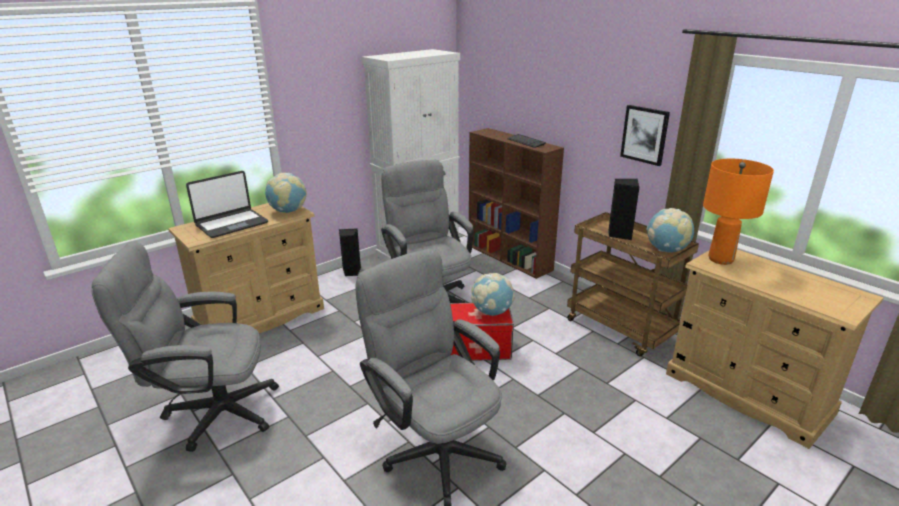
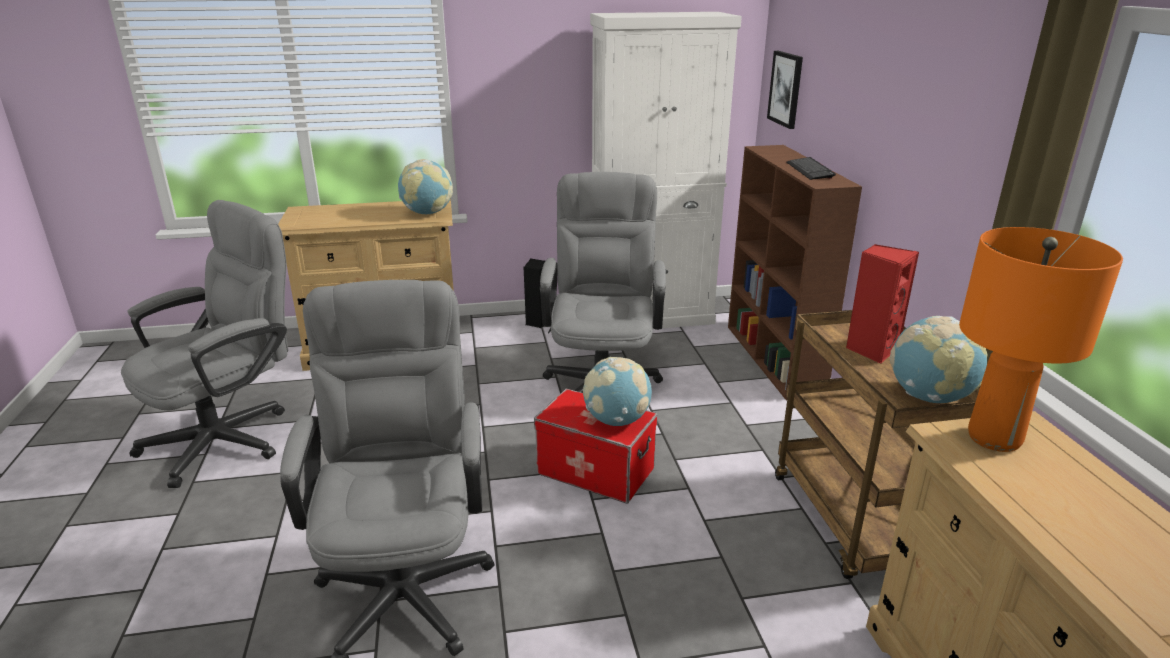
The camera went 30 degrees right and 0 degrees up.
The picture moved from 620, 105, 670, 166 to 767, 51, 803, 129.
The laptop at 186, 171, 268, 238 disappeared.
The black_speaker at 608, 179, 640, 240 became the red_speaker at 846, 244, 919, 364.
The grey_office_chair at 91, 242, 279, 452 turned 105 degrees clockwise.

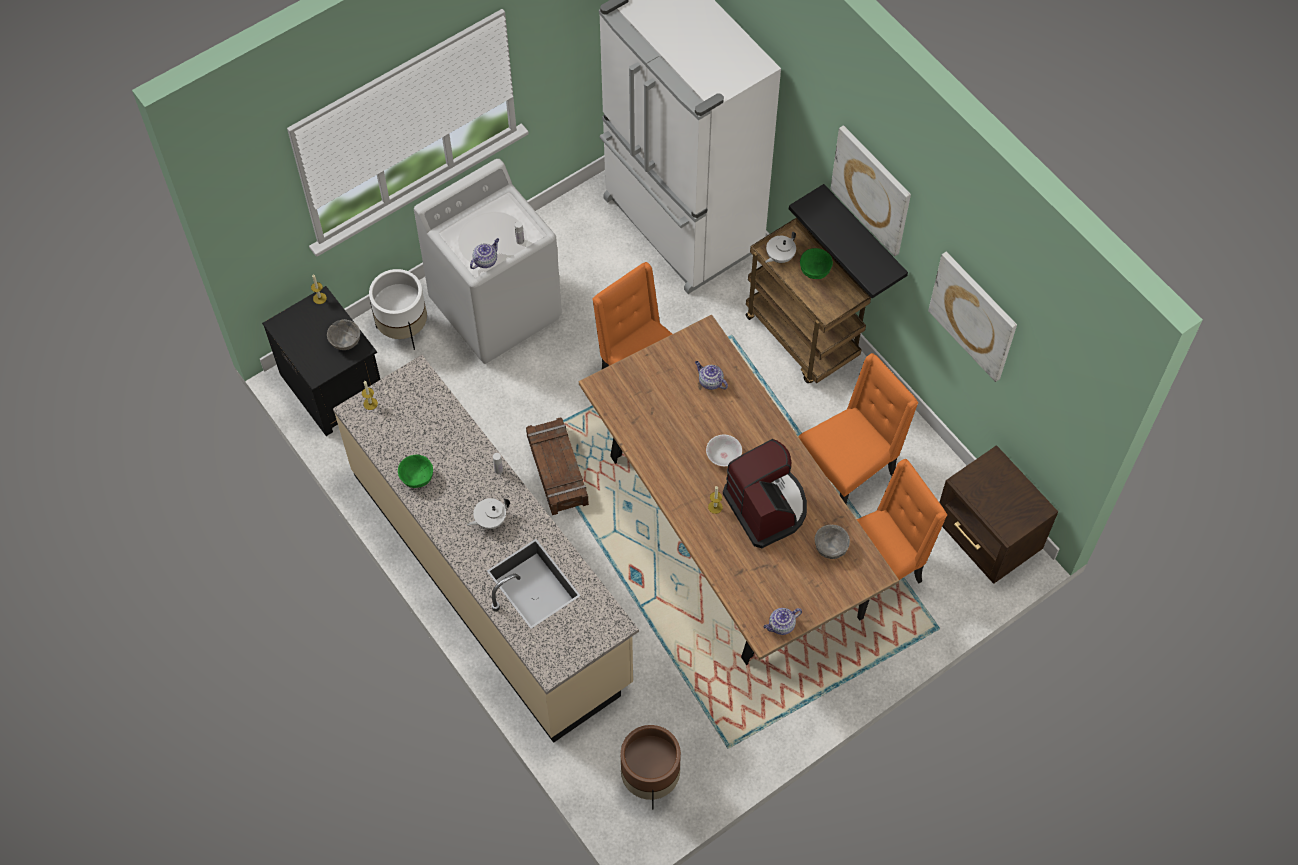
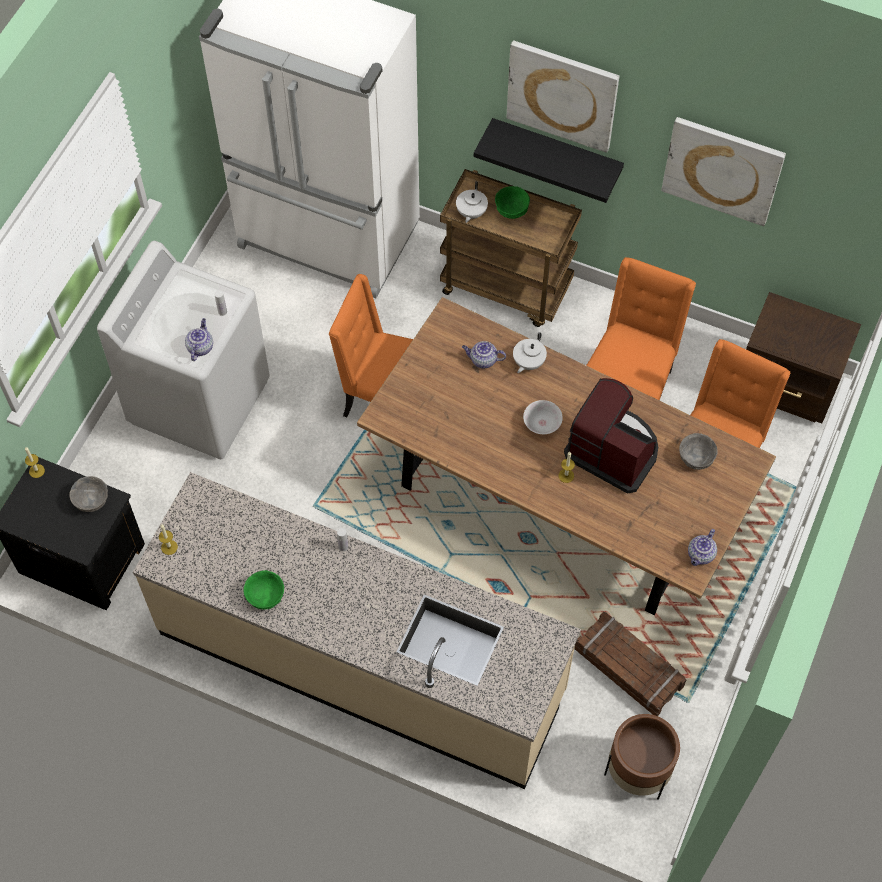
The camera went 30 degrees left and 0 degrees up.
The white_planter at 369, 269, 427, 350 disappeared.
The crate moved from 526, 417, 589, 515 to 574, 611, 687, 716.
The white_teapot moved from 467, 498, 510, 529 to 513, 332, 547, 373.

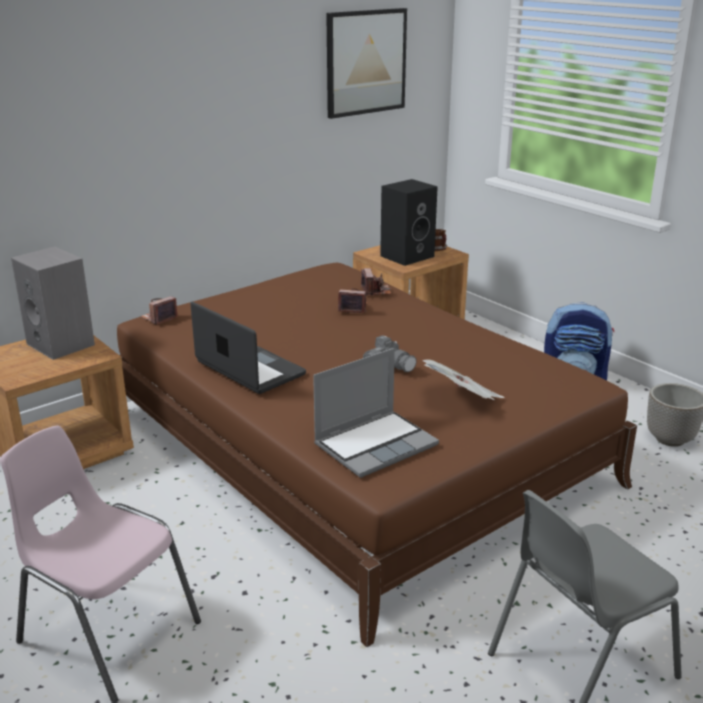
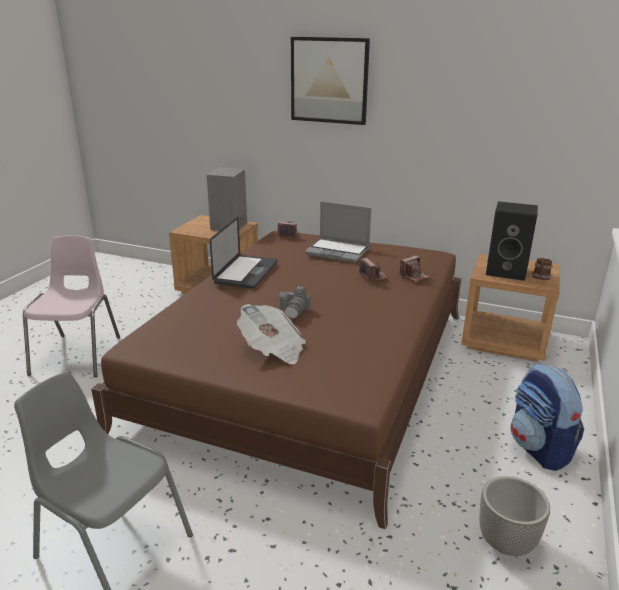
The camera went 60 degrees right and 0 degrees up.
The picture moved from 326, 8, 407, 119 to 291, 37, 370, 125.
The laptop moved from 313, 348, 439, 478 to 305, 201, 371, 263.

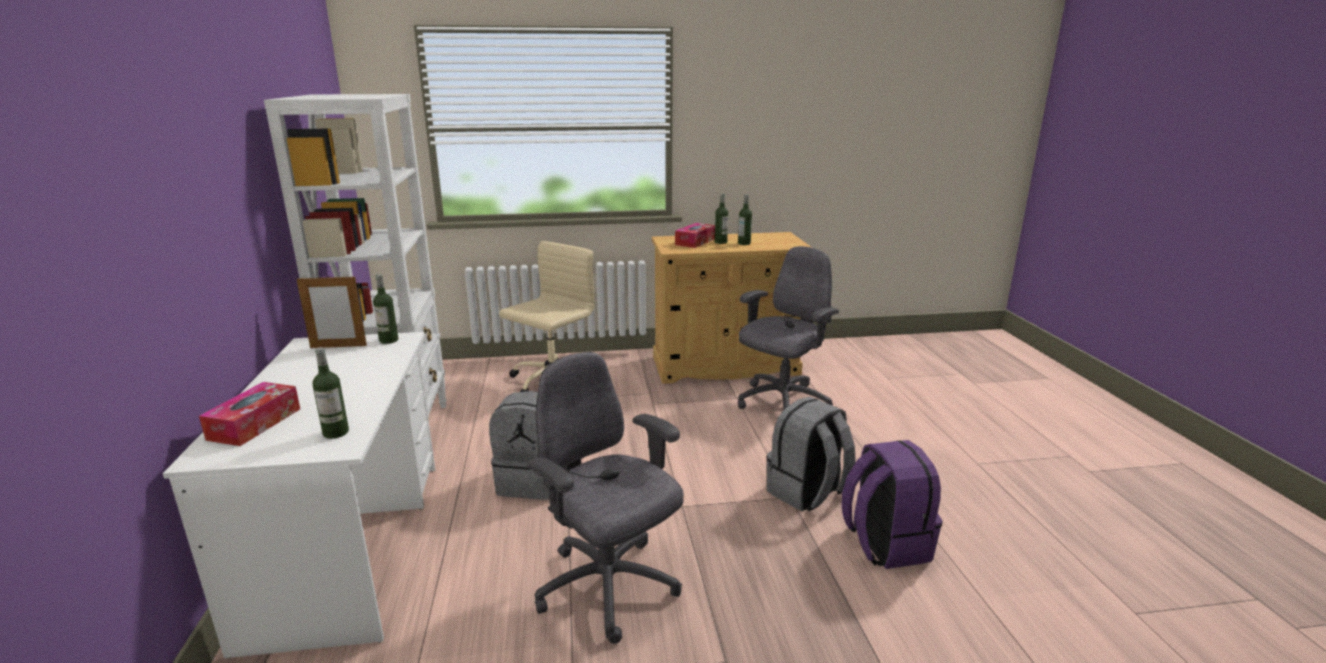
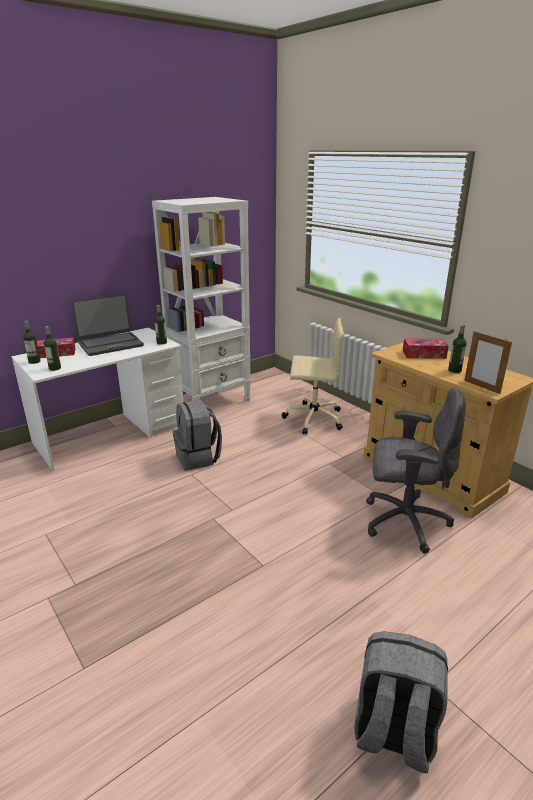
The camera went 60 degrees right and 5 degrees up.
The bottle moved from 715, 193, 728, 244 to 23, 320, 41, 364.
The picture_frame moved from 296, 274, 367, 348 to 464, 331, 512, 394.
The grey_office_chair at 527, 352, 684, 644 disappeared.
The grey_backpack moved from 766, 397, 856, 512 to 354, 631, 448, 773.
The purple_backpack at 842, 440, 943, 569 disappeared.
The laptop at 71, 293, 144, 356 appeared.

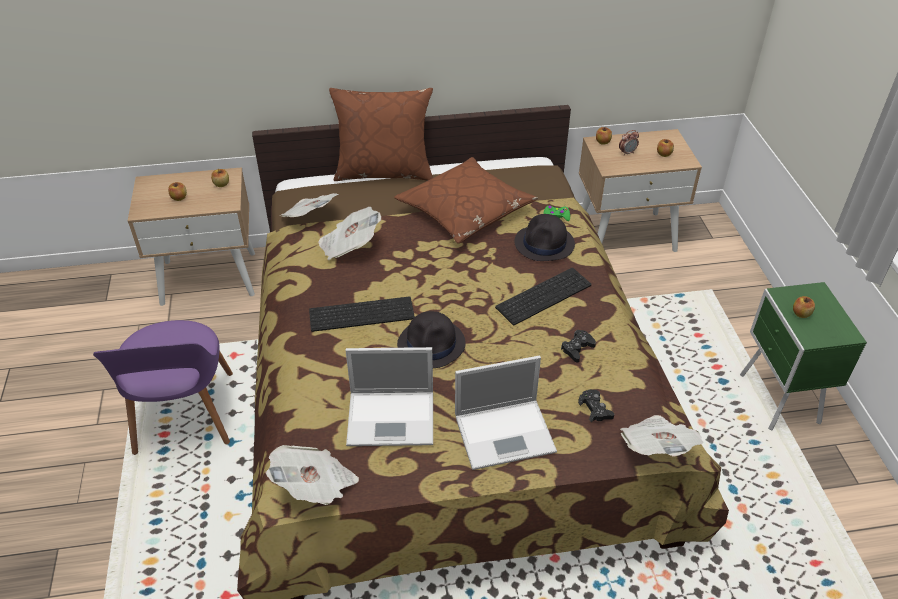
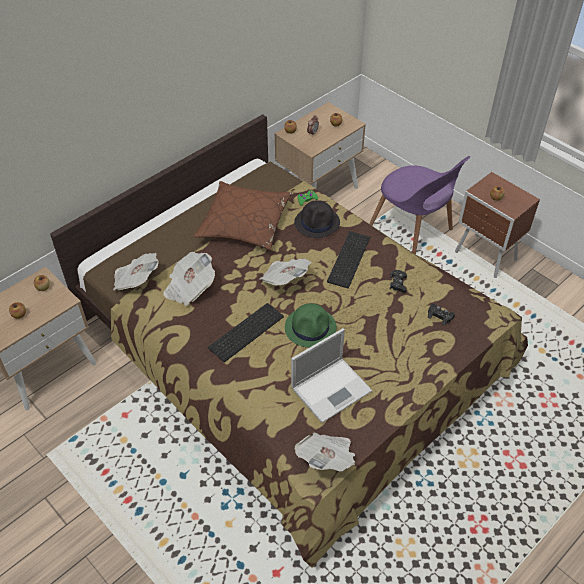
The camera went 35 degrees left and 5 degrees up.
The brown_pillow at 329, 88, 433, 181 disappeared.
The green_nightstand at 740, 282, 867, 430 became the brown_nightstand at 455, 172, 540, 278.
The black_hat at 397, 311, 466, 368 became the green_hat at 285, 303, 337, 348.
The purple_chair moved from 93, 320, 233, 455 to 369, 156, 470, 254.
The laptop at 455, 356, 557, 470 disappeared.
The newspaper moved from 620, 415, 703, 457 to 260, 258, 312, 285.

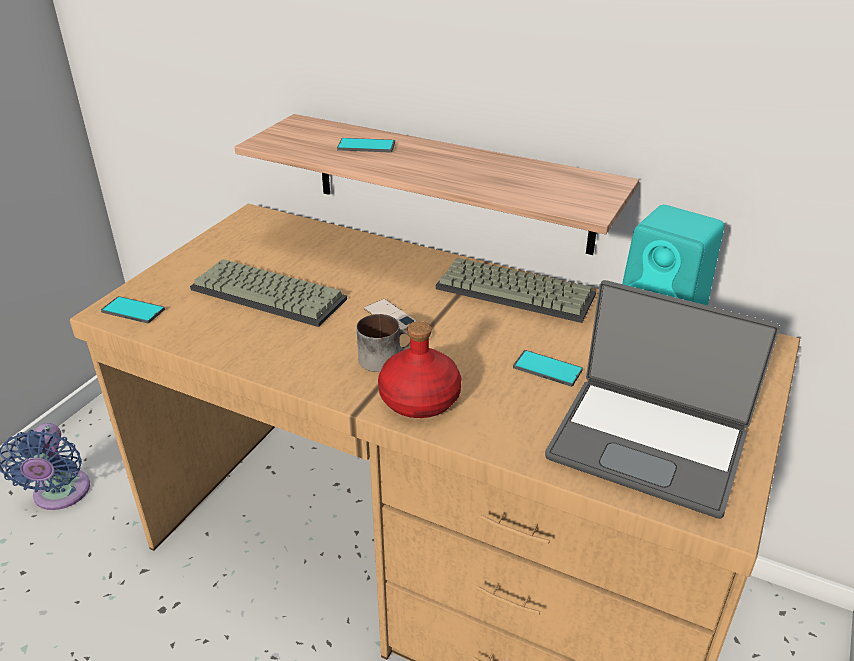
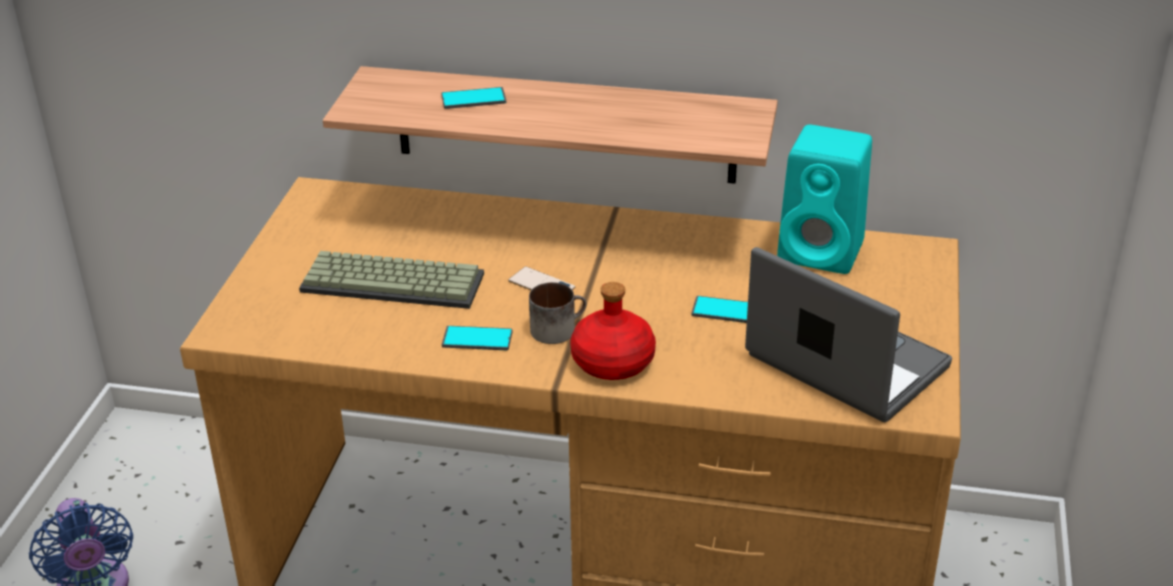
The camera went 15 degrees left and 0 degrees up.
The keyboard at 435, 258, 596, 323 disappeared.
The laptop at 545, 280, 780, 519 turned 150 degrees counterclockwise.
The phone moved from 101, 296, 165, 324 to 442, 326, 512, 350.

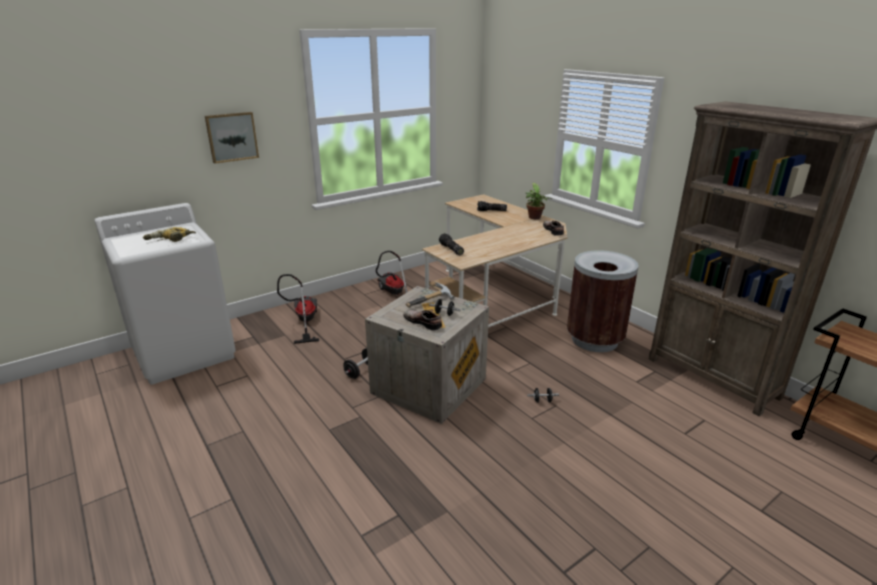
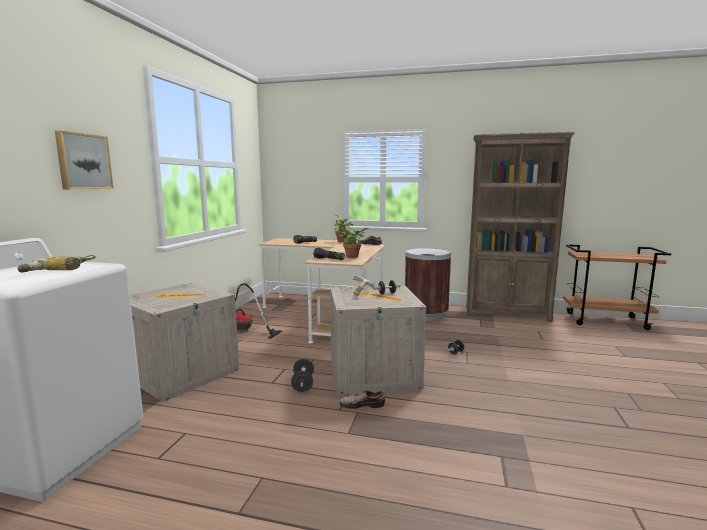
The camera went 40 degrees left and 15 degrees down.
The vacuum_cleaner at 277, 274, 319, 344 was replaced by the crate at 130, 283, 239, 402.
The shoe moved from 404, 310, 442, 331 to 339, 390, 385, 409.
The potted_plant at 339, 225, 369, 258 appeared.

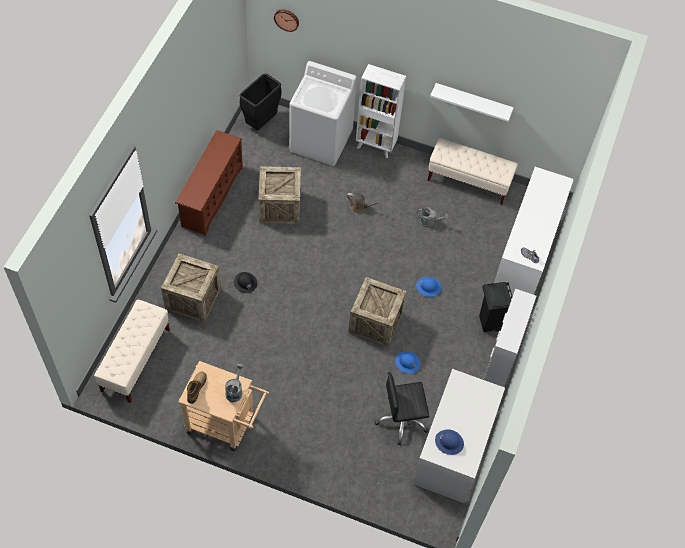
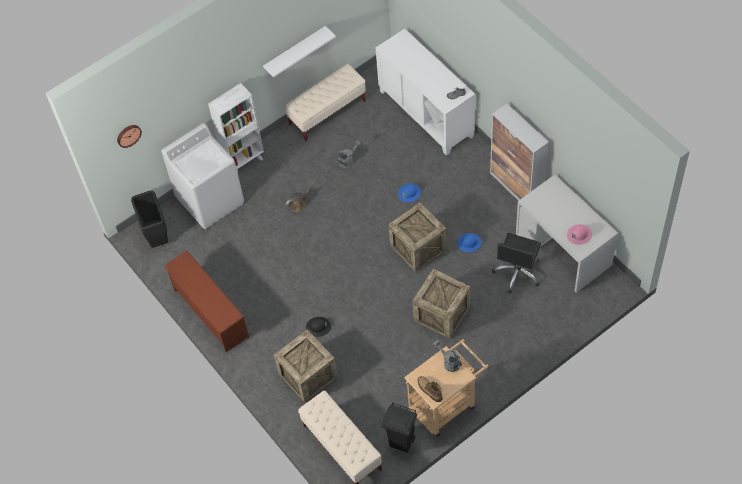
The camera went 50 degrees left and 0 degrees up.
The crate moved from 258, 166, 301, 224 to 412, 269, 470, 339.
The black_trash_can moved from 479, 282, 513, 332 to 381, 402, 417, 453.
The blue_hard_hat at 435, 429, 464, 455 became the pink_hard_hat at 567, 224, 592, 245.

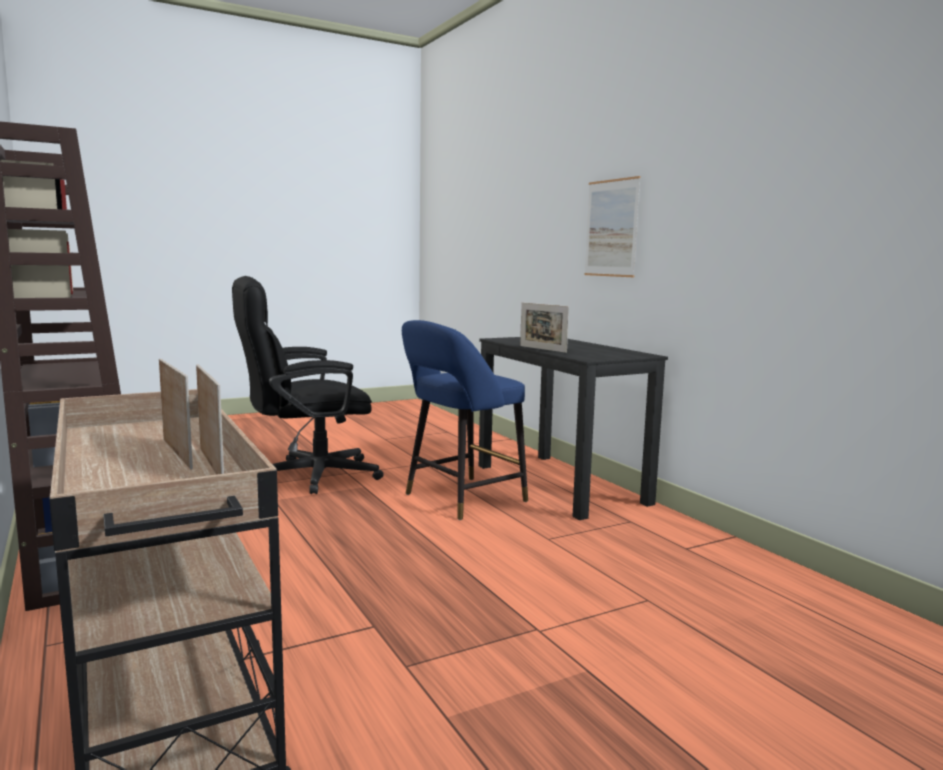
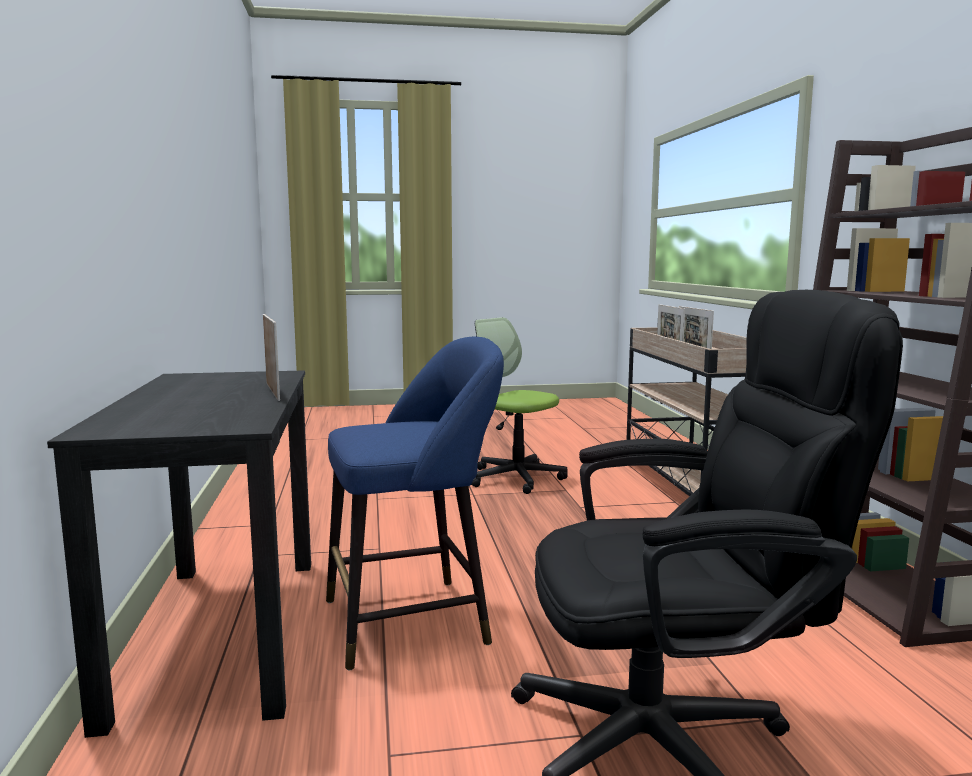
The camera went 160 degrees left and 0 degrees up.
The picture at 584, 176, 640, 277 disappeared.
The office_chair at 471, 317, 568, 494 appeared.

